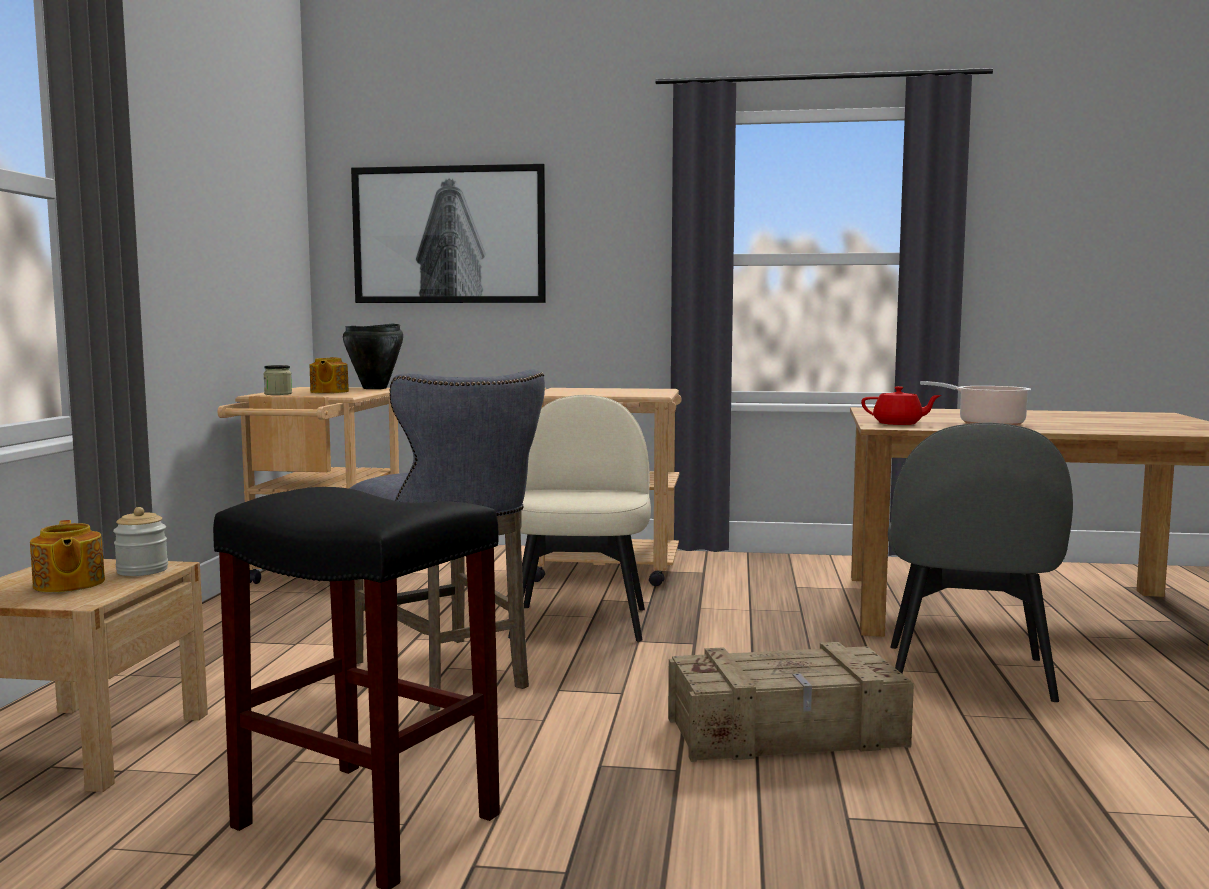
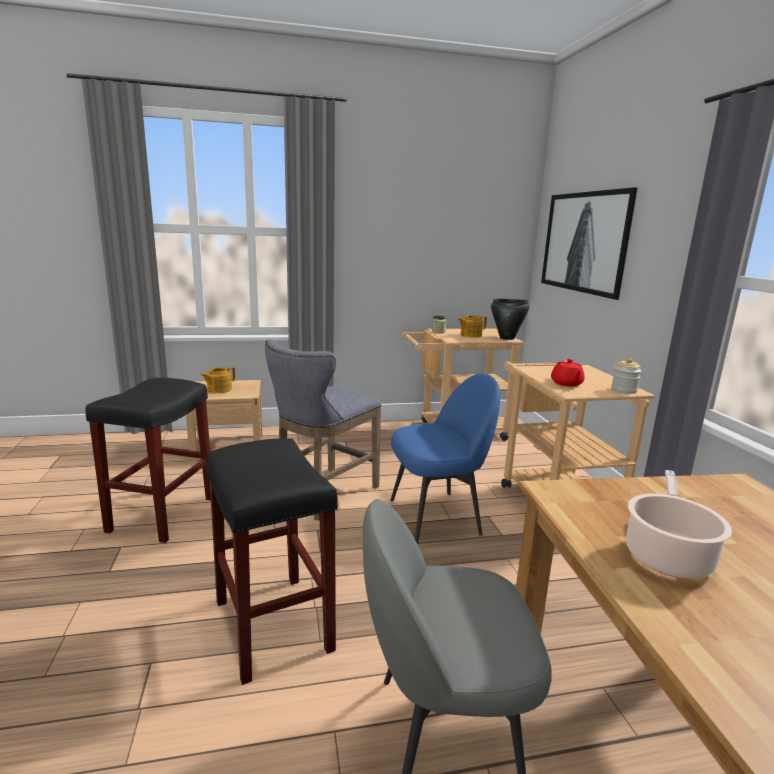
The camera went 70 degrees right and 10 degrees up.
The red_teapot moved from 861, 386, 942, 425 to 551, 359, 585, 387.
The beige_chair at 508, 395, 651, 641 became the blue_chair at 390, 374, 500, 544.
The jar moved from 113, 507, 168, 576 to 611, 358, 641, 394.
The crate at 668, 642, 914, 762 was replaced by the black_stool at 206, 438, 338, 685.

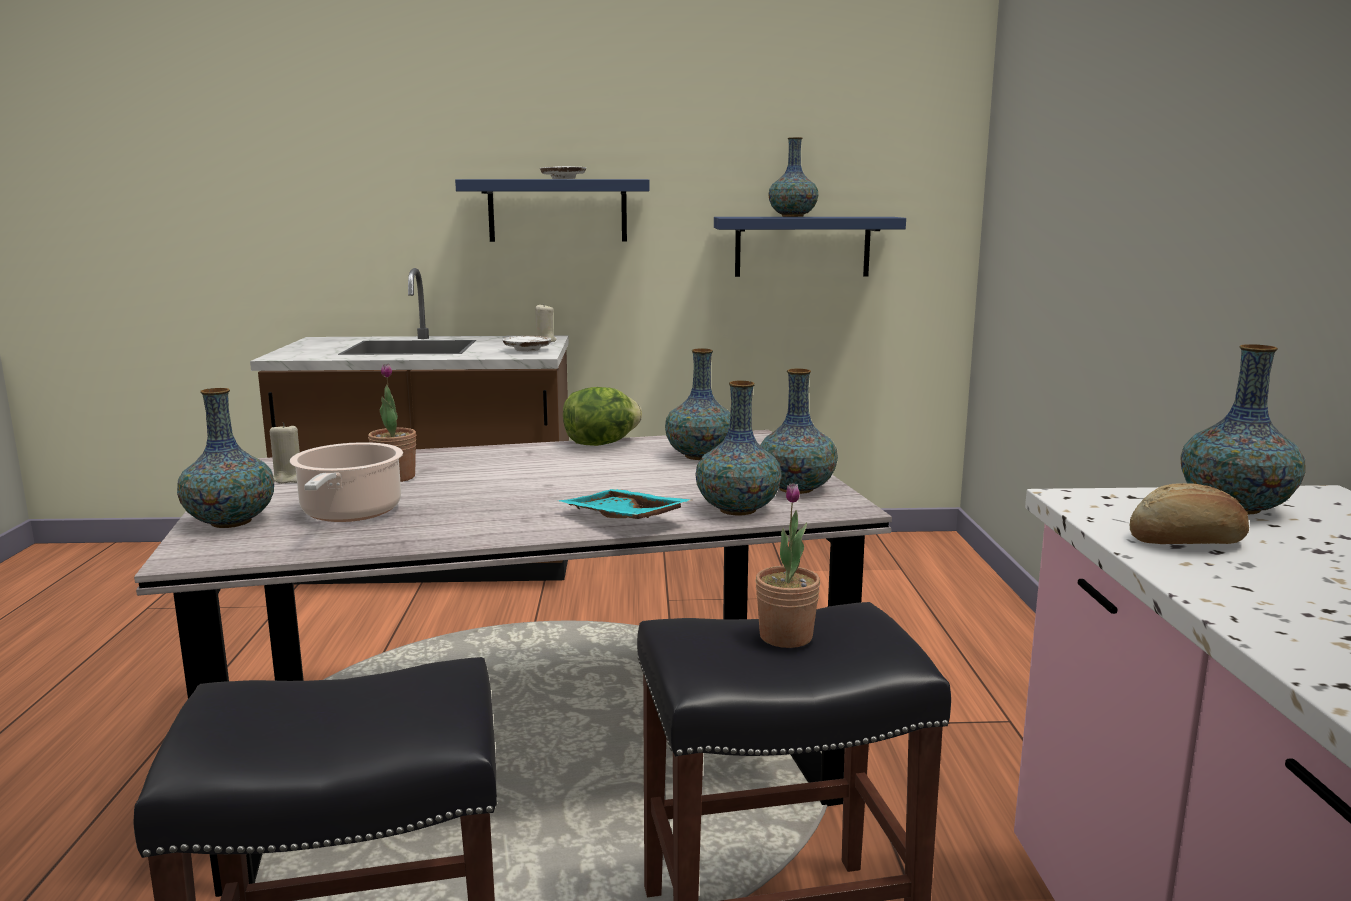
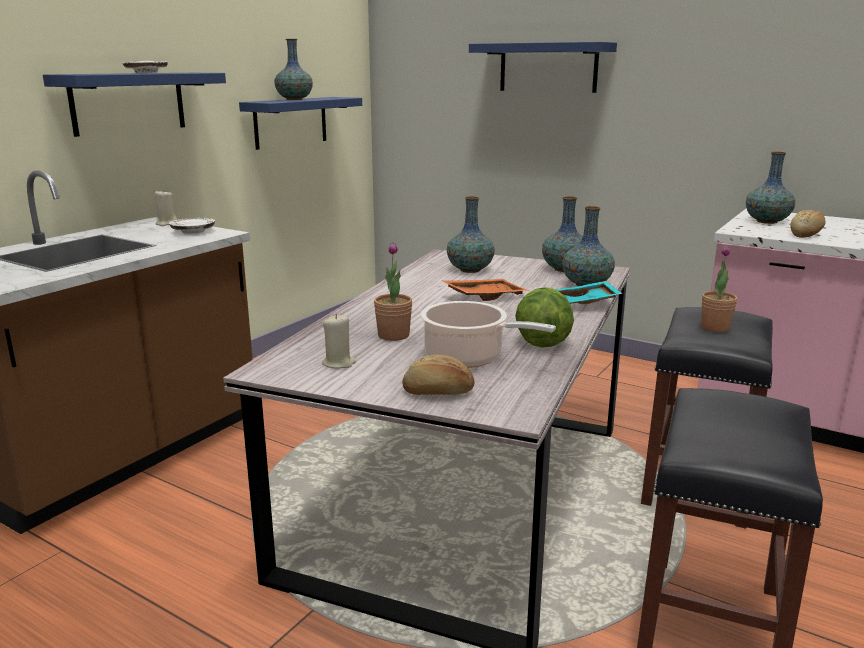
The camera went 55 degrees left and 5 degrees up.
The lettuce moved from 563, 387, 642, 446 to 515, 287, 574, 348.
The vase at 177, 388, 274, 528 was replaced by the bread at 402, 355, 474, 395.
The blue_shelf at 469, 42, 617, 93 appeared.
The orange_tray at 443, 279, 529, 301 appeared.

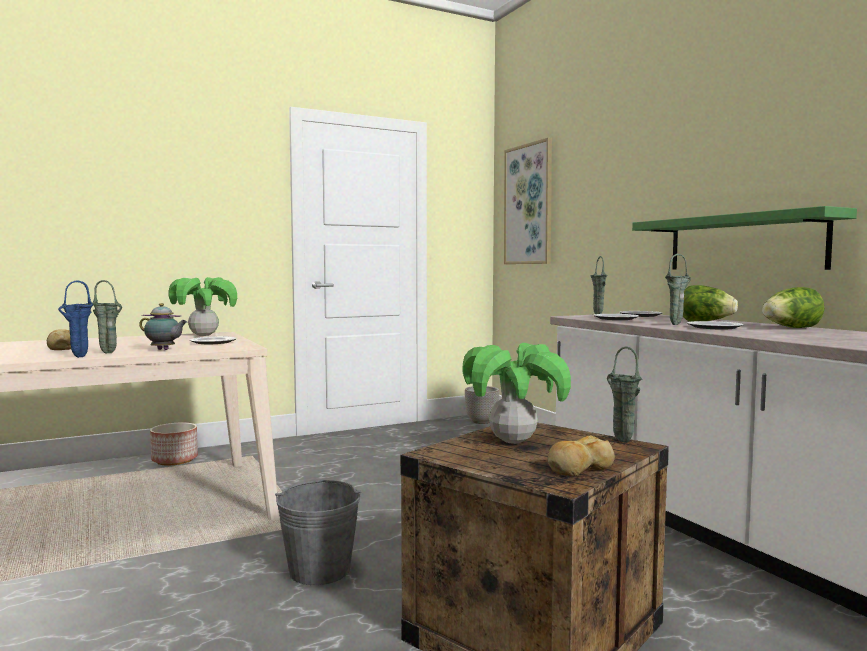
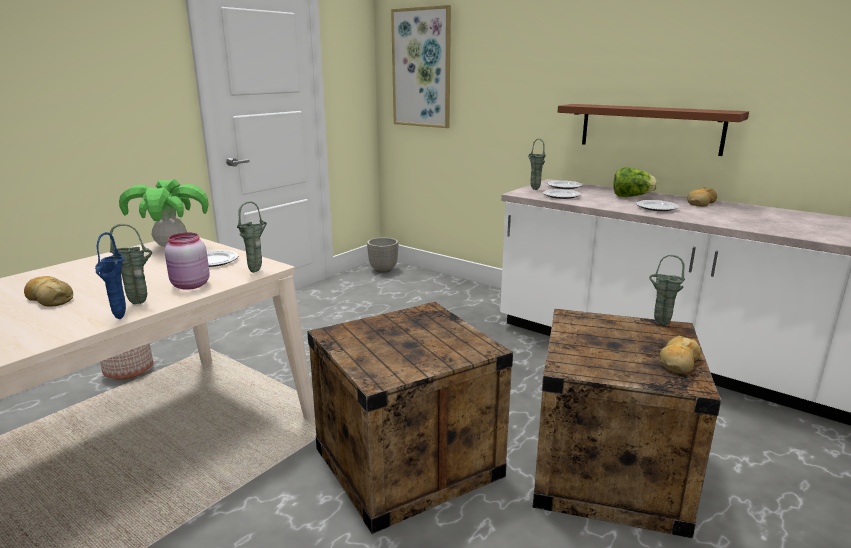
The camera went 25 degrees left and 15 degrees up.
The green_shelf at 632, 206, 857, 270 became the brown_shelf at 558, 104, 749, 156.
The green_vase moved from 665, 254, 691, 325 to 237, 201, 267, 273.
The lettuce at 762, 287, 824, 328 was replaced by the bread at 687, 187, 717, 206.
The teapot at 139, 303, 187, 350 was replaced by the pink_jar at 165, 233, 210, 290.
The potted_plant at 462, 343, 571, 444 disappeared.
The grey_bucket at 275, 480, 361, 585 was replaced by the crate at 307, 302, 513, 534.

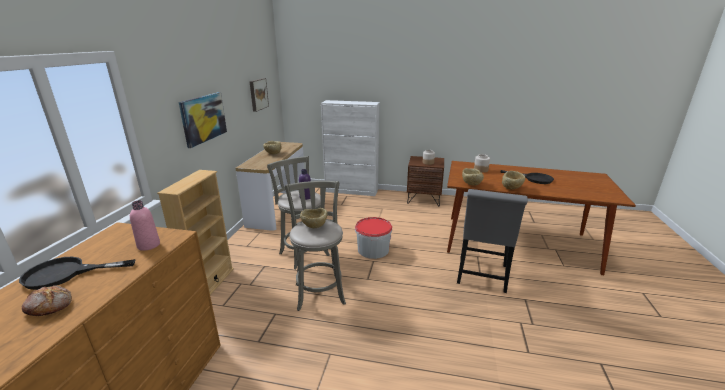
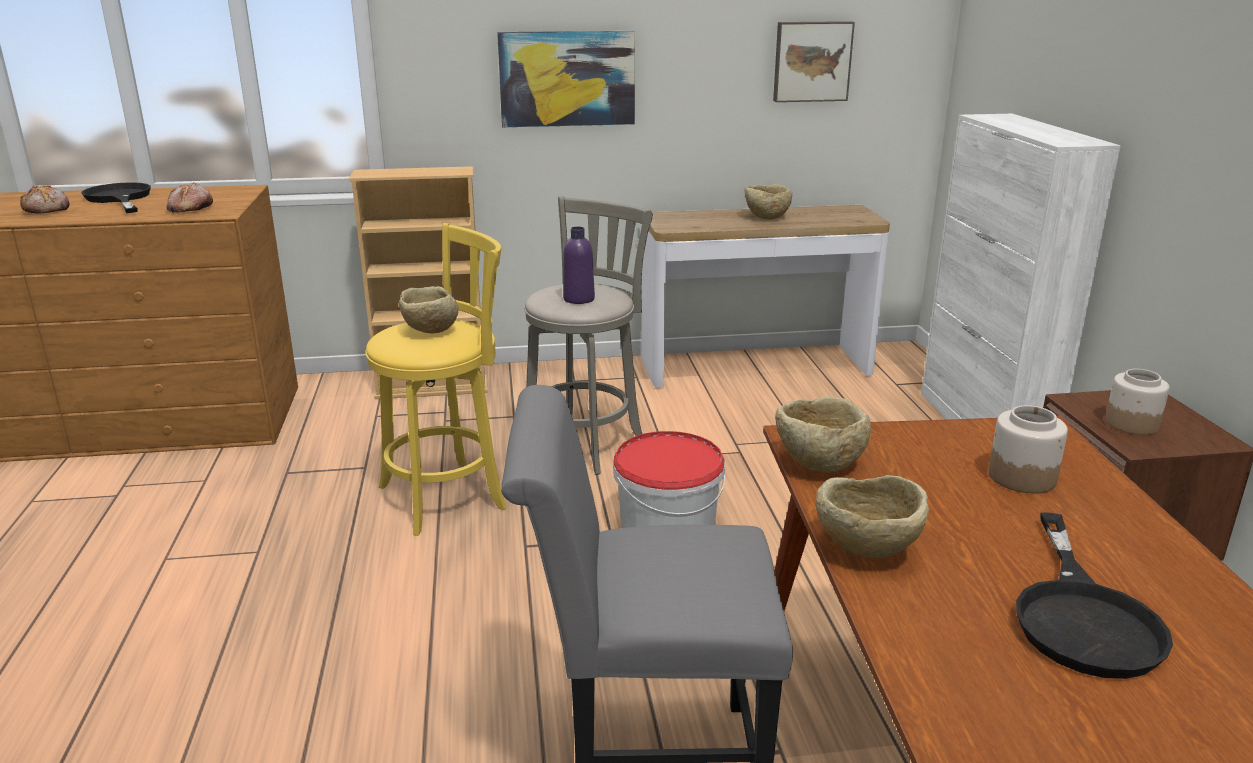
The camera went 70 degrees right and 0 degrees up.
The grey_stool at 285, 181, 346, 311 became the yellow_stool at 365, 223, 507, 536.
The pink_bottle at 130, 200, 160, 251 was replaced by the bread at 166, 182, 213, 213.

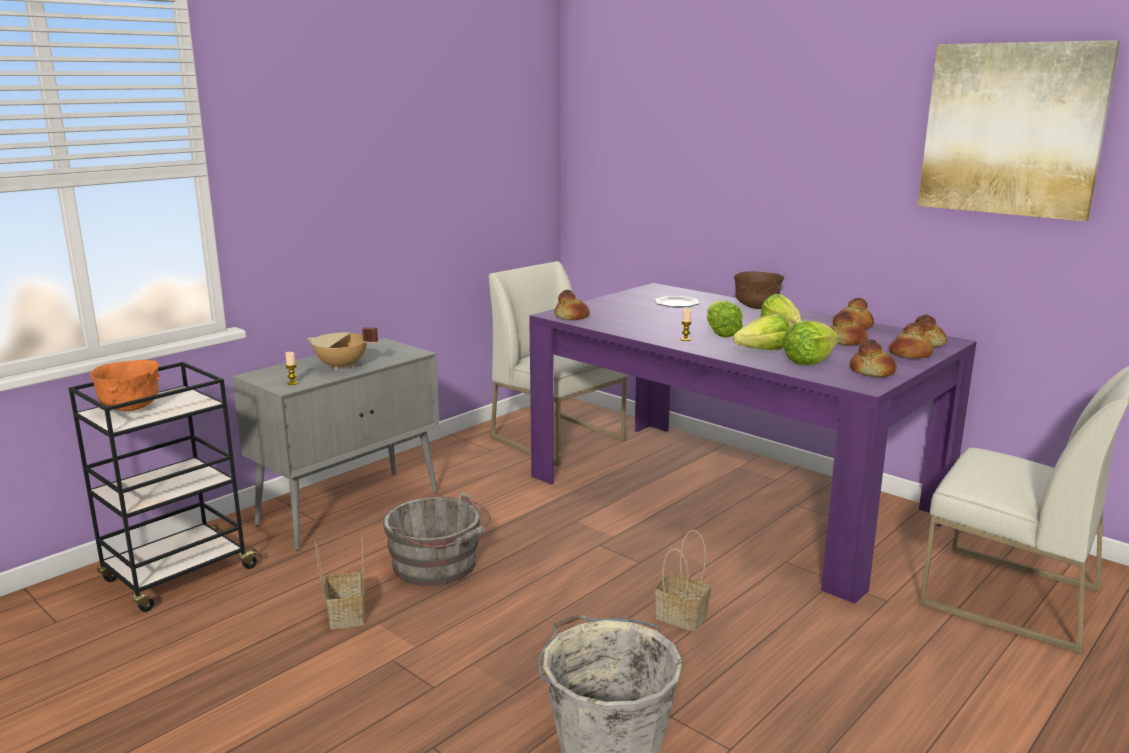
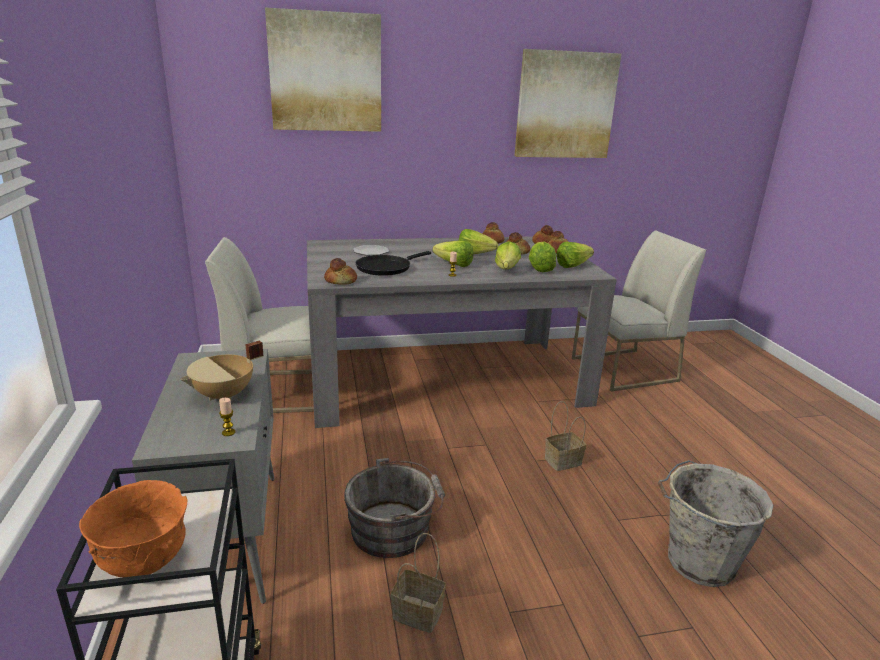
The camera went 55 degrees left and 5 degrees up.
The brown_bowl at 734, 271, 784, 309 disappeared.
The purple_dining_table at 529, 283, 977, 604 became the grey_dining_table at 307, 236, 617, 428.
The bread at 850, 339, 897, 377 was replaced by the lettuce at 557, 242, 594, 268.
The picture at 265, 8, 381, 132 appeared.
The black_frying_pan at 355, 251, 431, 276 appeared.

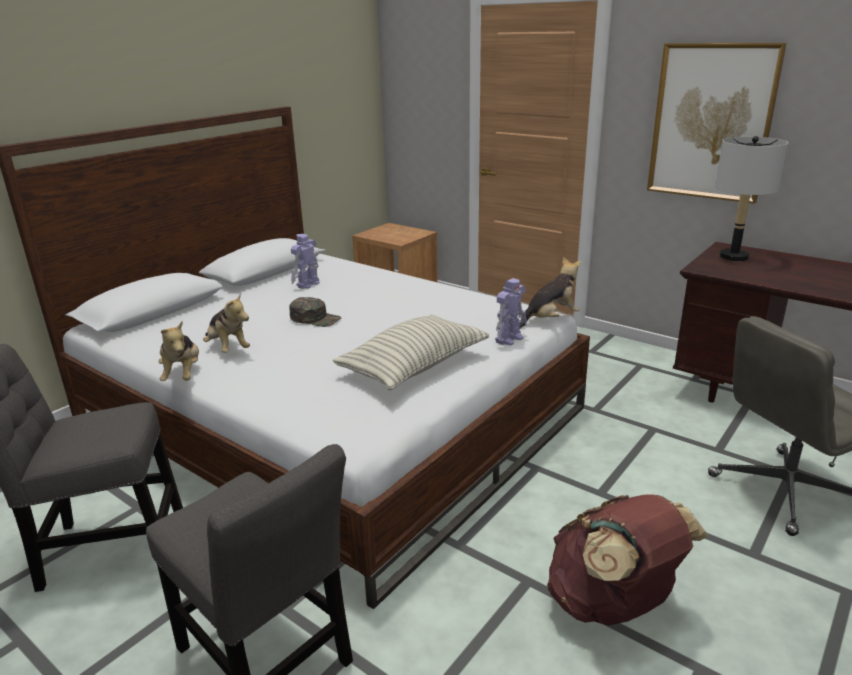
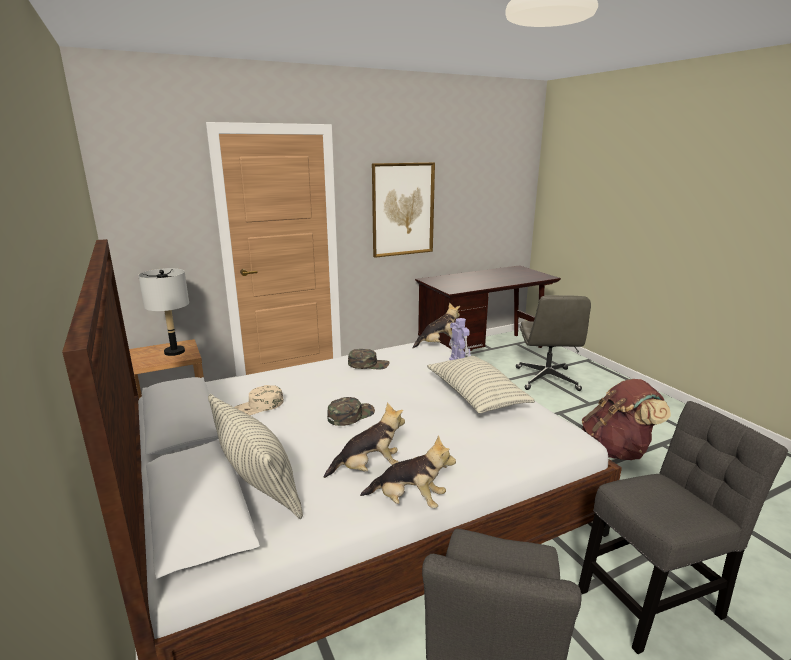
The camera went 65 degrees left and 5 degrees down.
The grey_table_lamp moved from 715, 136, 788, 261 to 138, 268, 189, 356.
The toy_robot at 291, 234, 319, 289 was replaced by the beige_cap at 235, 385, 283, 415.
The plush_toy at 520, 257, 581, 329 turned 75 degrees clockwise.
The green_cap at 348, 349, 390, 369 appeared.
The pillow at 208, 394, 303, 519 appeared.

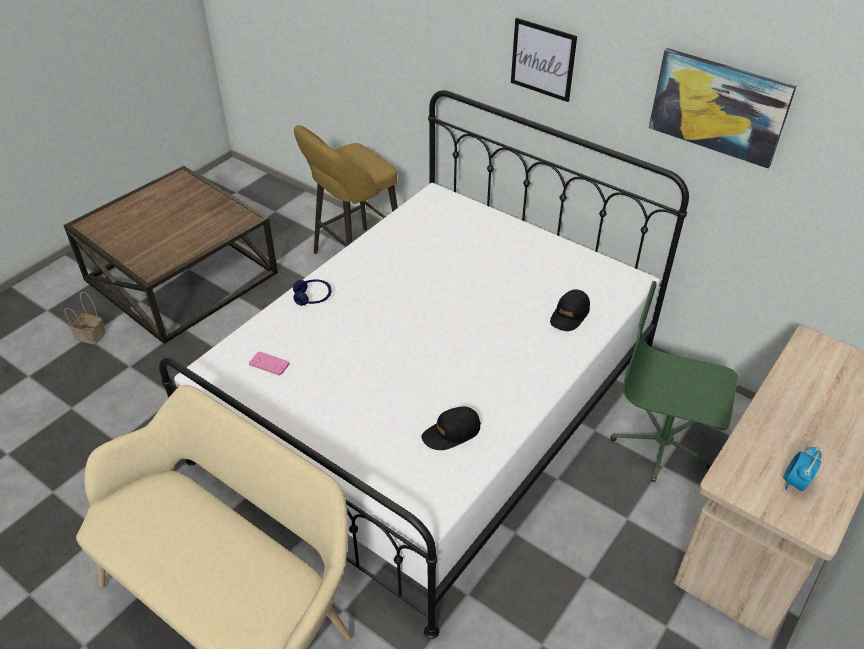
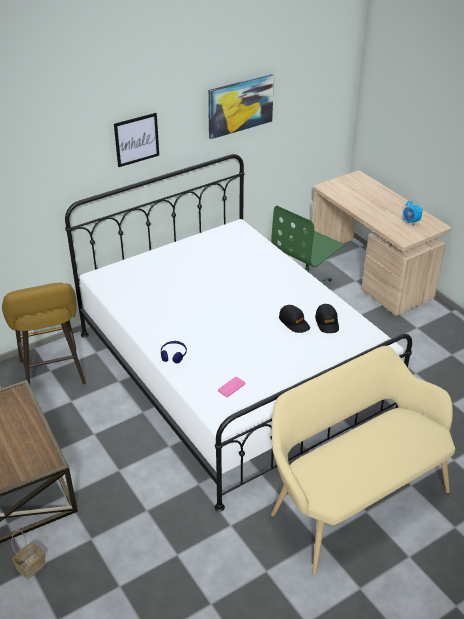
The camera went 70 degrees left and 5 degrees down.
The black_cap moved from 550, 290, 590, 331 to 279, 305, 310, 333.

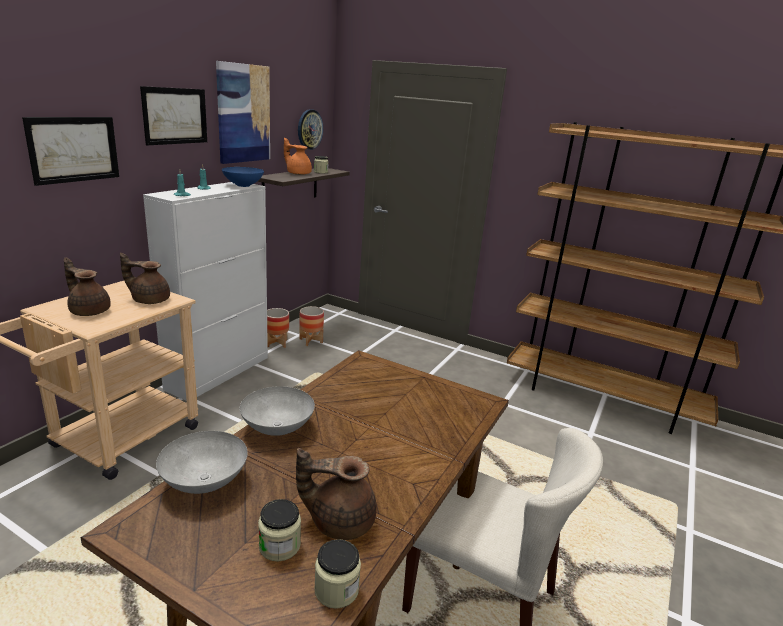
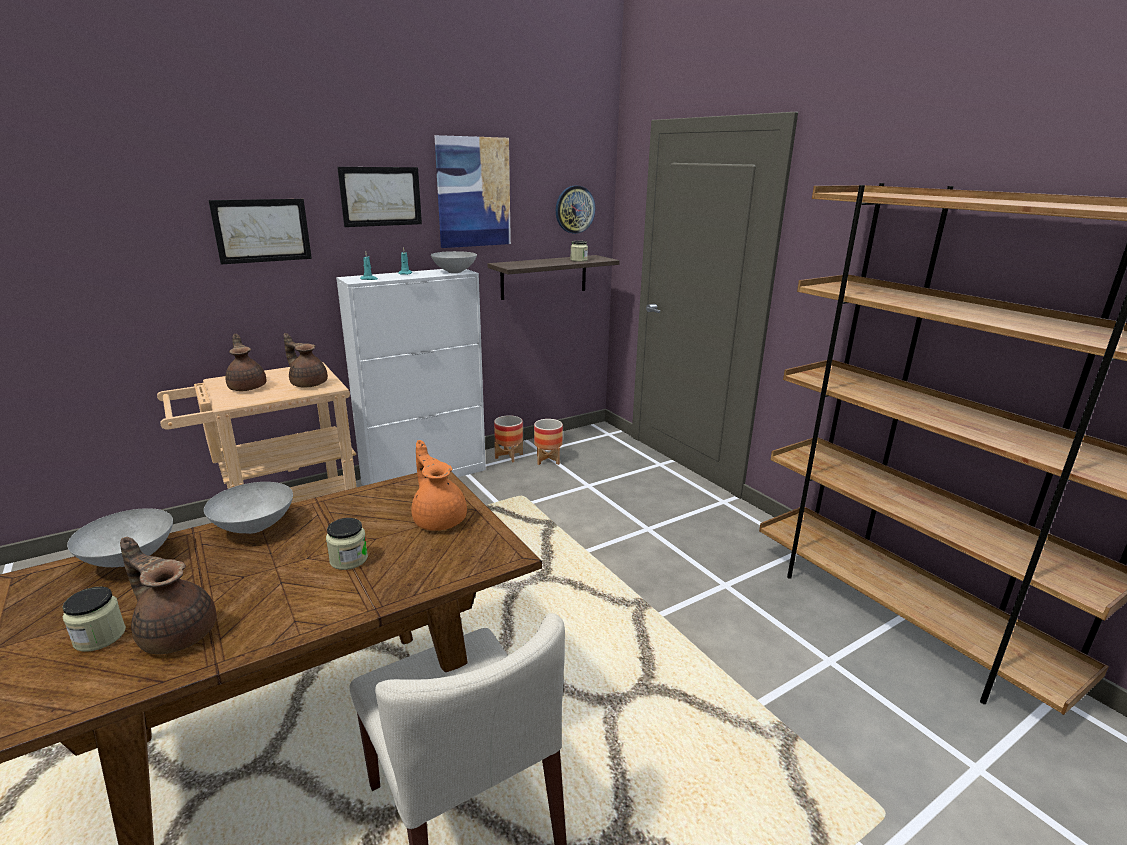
The camera went 30 degrees right and 0 degrees up.
The orange_teapot moved from 284, 138, 312, 175 to 411, 440, 467, 531.
The blue_bowl at 222, 167, 264, 187 became the grey_bowl at 431, 251, 477, 273.
The jar moved from 314, 539, 361, 609 to 326, 518, 368, 570.

